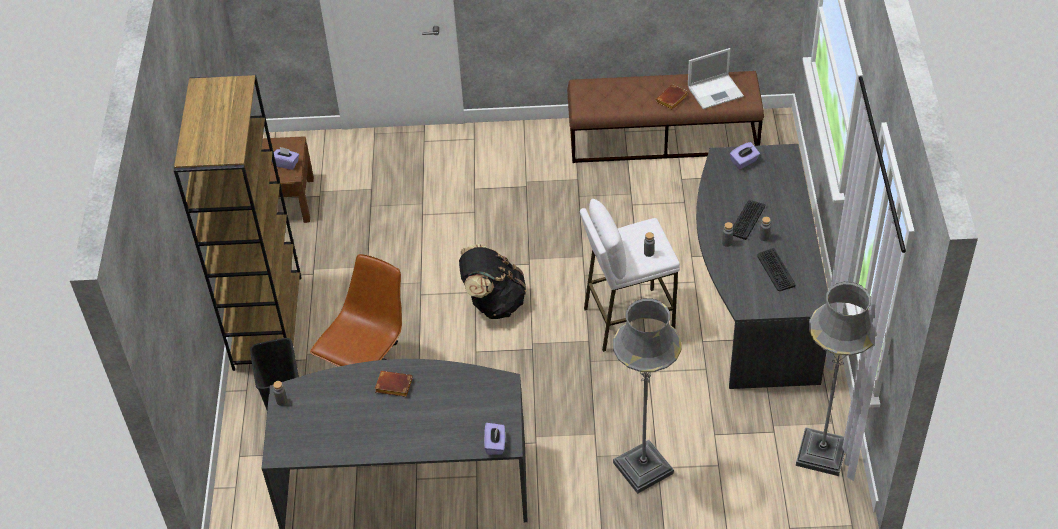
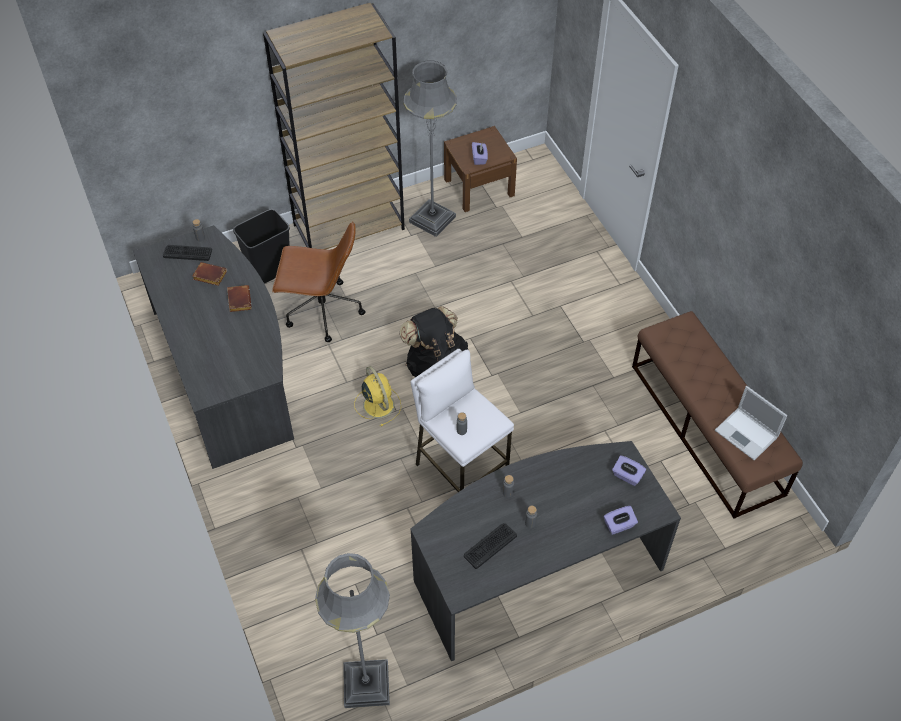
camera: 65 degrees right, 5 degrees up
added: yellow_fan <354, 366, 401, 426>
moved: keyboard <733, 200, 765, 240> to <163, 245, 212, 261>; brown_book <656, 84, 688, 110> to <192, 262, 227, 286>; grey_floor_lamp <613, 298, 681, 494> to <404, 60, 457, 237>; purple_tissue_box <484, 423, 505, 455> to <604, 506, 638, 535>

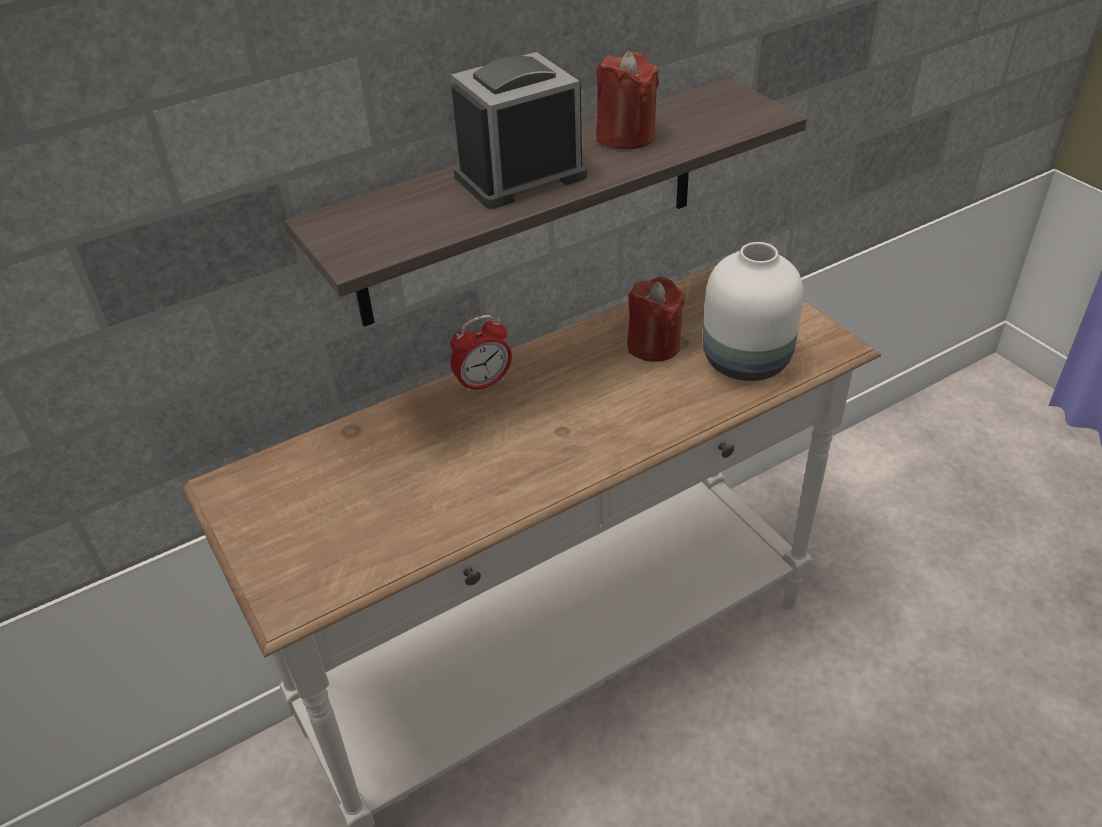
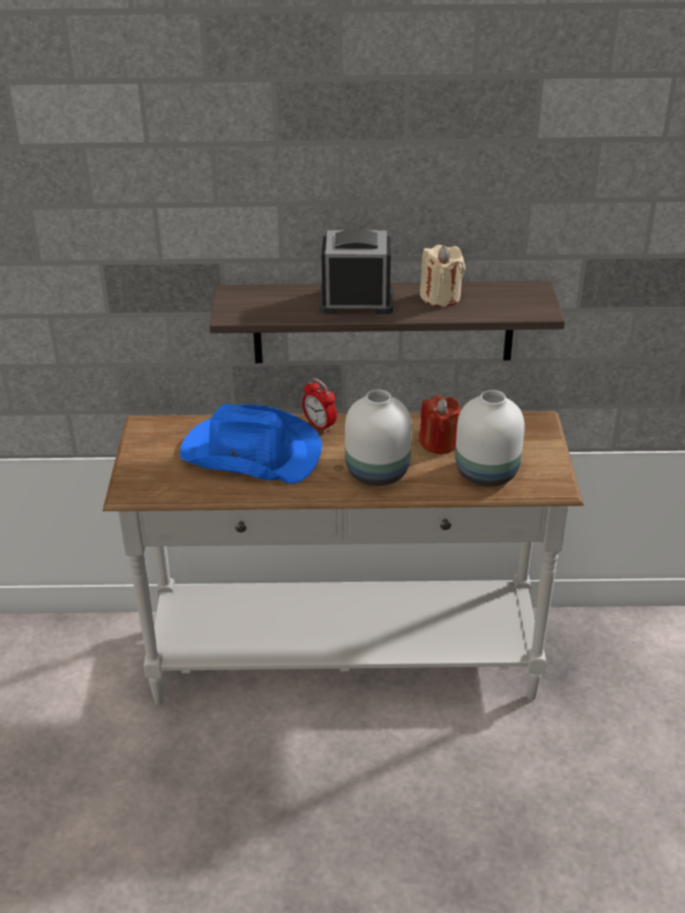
camera: 30 degrees right, 5 degrees down
added: blue_hat <180, 404, 322, 484>; white_vase <345, 389, 412, 486>
recoloured: red_candle <596, 51, 659, 149> to beige_candle <420, 245, 466, 307>
turned: alarm_clock <450, 315, 512, 394> = <302, 378, 337, 433> 45 degrees clockwise

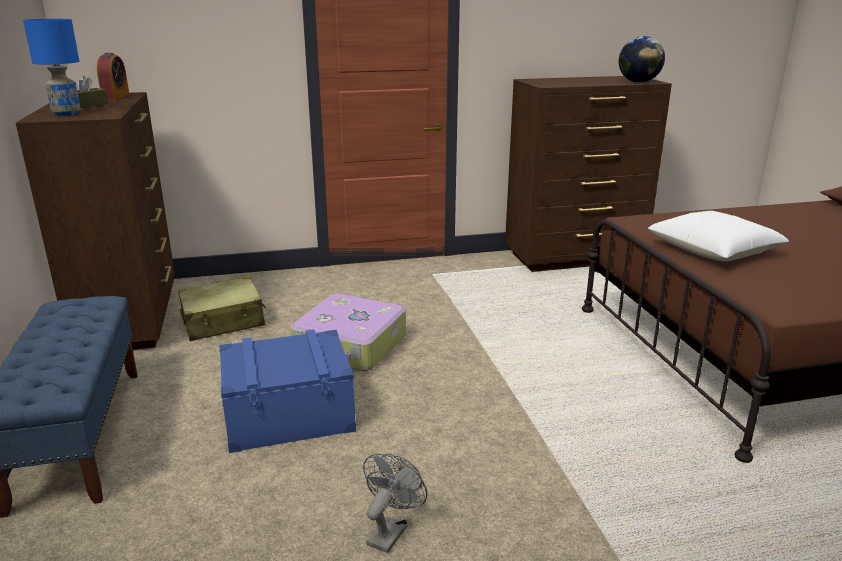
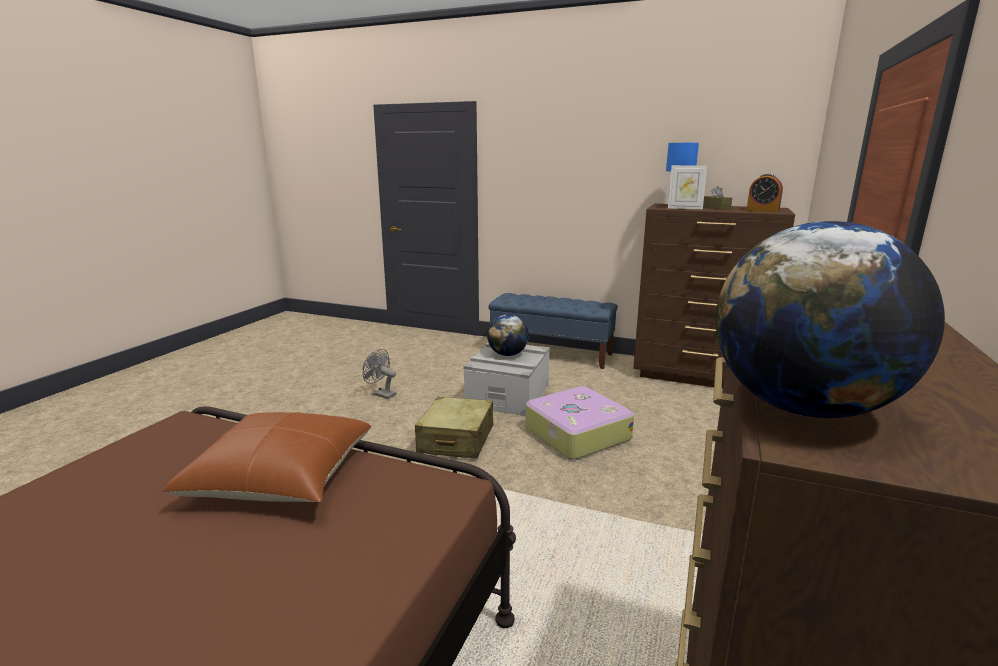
camera: 125 degrees right, 5 degrees down
added: globe <487, 314, 529, 356>; picture_frame <668, 165, 707, 209>
moved: beige_suitcase <178, 276, 266, 341> to <415, 397, 493, 459>
recoloured: white_pillow <648, 211, 789, 262> to brown_pillow <162, 412, 372, 502>; blue_storage_box <219, 329, 356, 453> to grey_storage_box <463, 343, 550, 416>
turned: grey_fan <363, 454, 427, 553> = <363, 349, 397, 399> 150 degrees clockwise

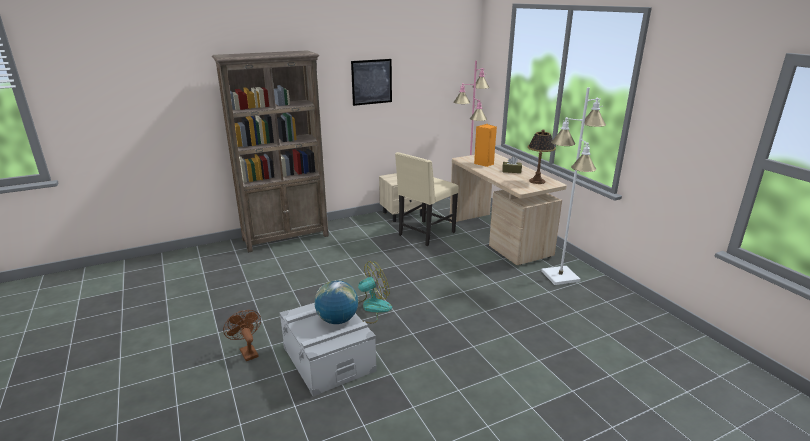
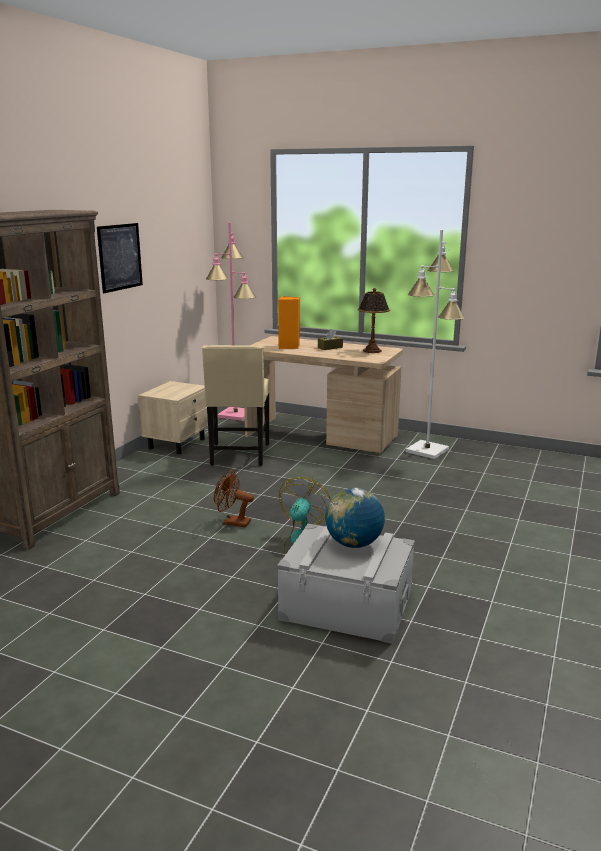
camera: 40 degrees left, 5 degrees down
moved: brown_fan <223, 310, 261, 361> to <214, 470, 254, 527>

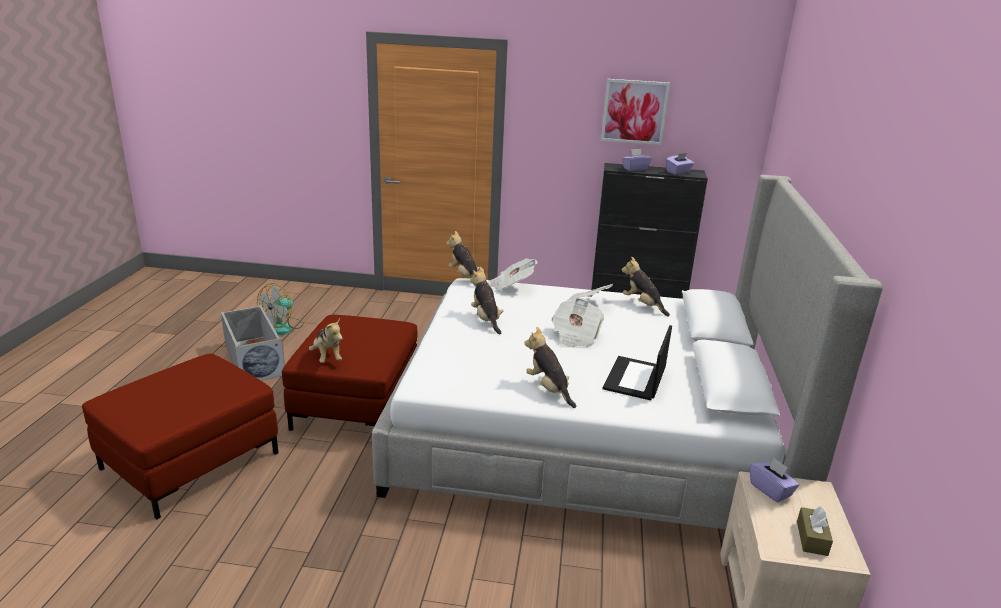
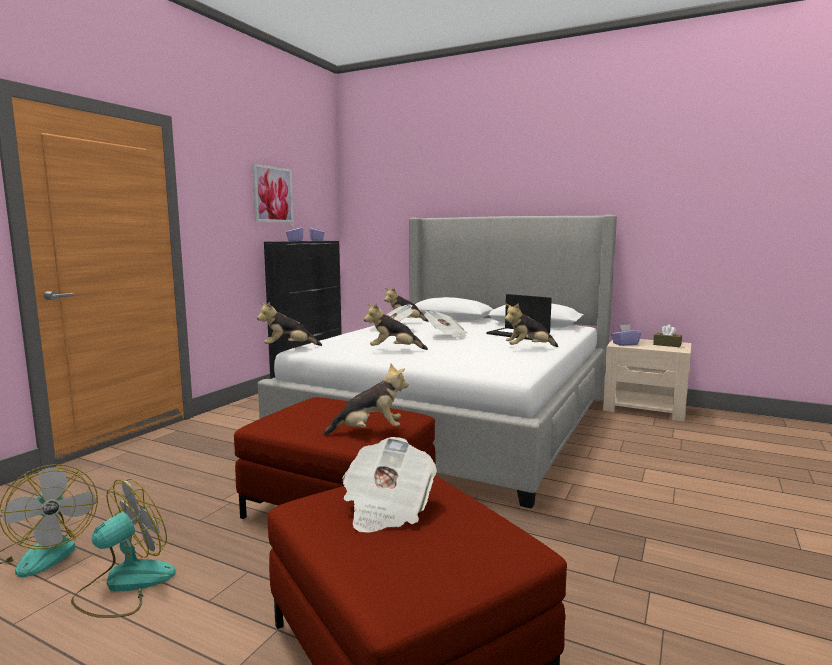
camera: 70 degrees left, 15 degrees down
moved: newspaper <488, 258, 538, 291> to <342, 437, 437, 532>
replaced: grey_storage_box <221, 305, 285, 381> to fan <71, 479, 176, 618>

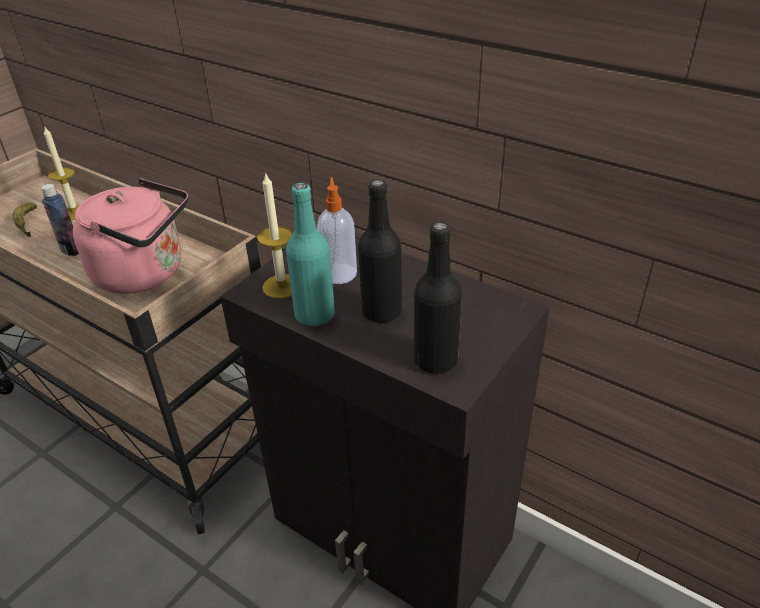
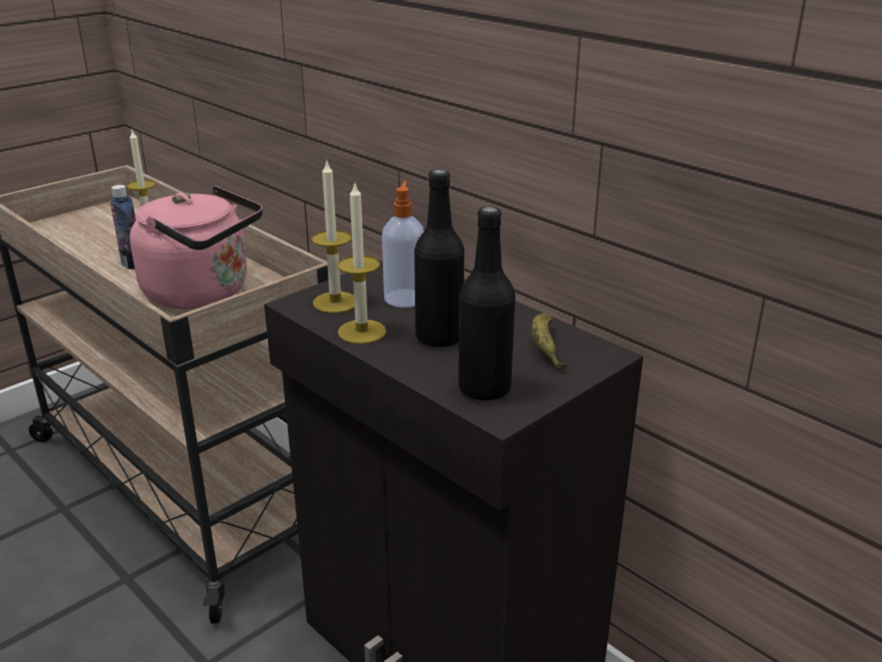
camera: 10 degrees right, 10 degrees down
moved: banana <13, 203, 37, 237> to <531, 313, 567, 372>
replaced: turquoise_bottle <286, 183, 335, 326> to candle <337, 181, 386, 344>

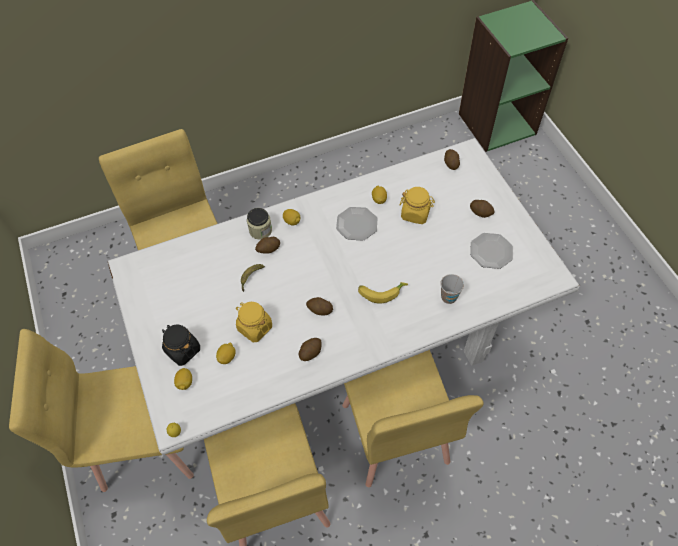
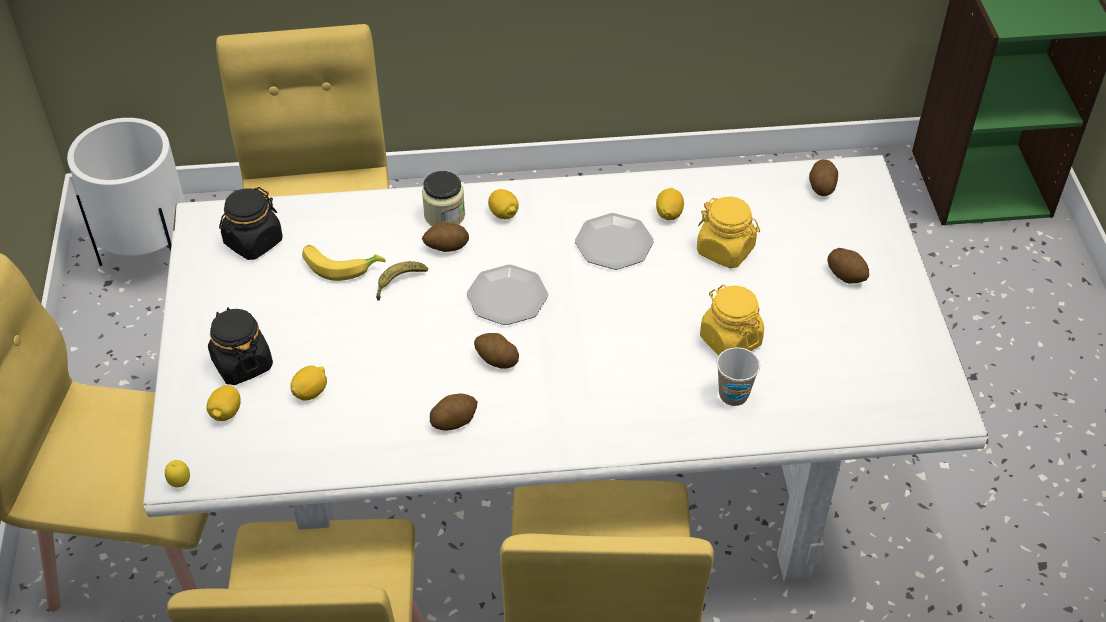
camera: 15 degrees right, 10 degrees down
added: white_planter <67, 118, 185, 266>; black_jar <219, 187, 283, 260>
moved: banana <358, 282, 408, 304> to <302, 245, 386, 281>; plate <470, 233, 513, 269> to <467, 265, 548, 325>; yellow_jar <236, 302, 272, 342> to <700, 285, 764, 355>

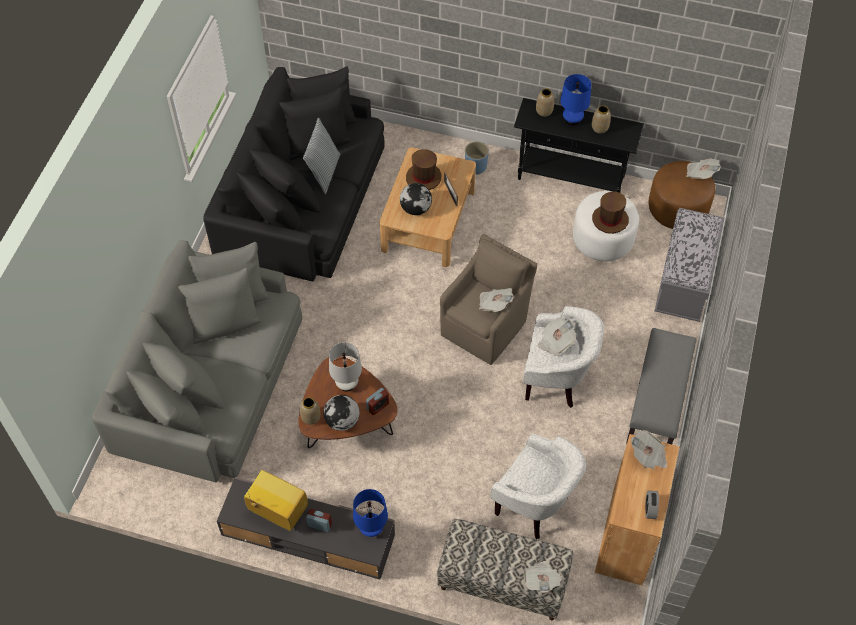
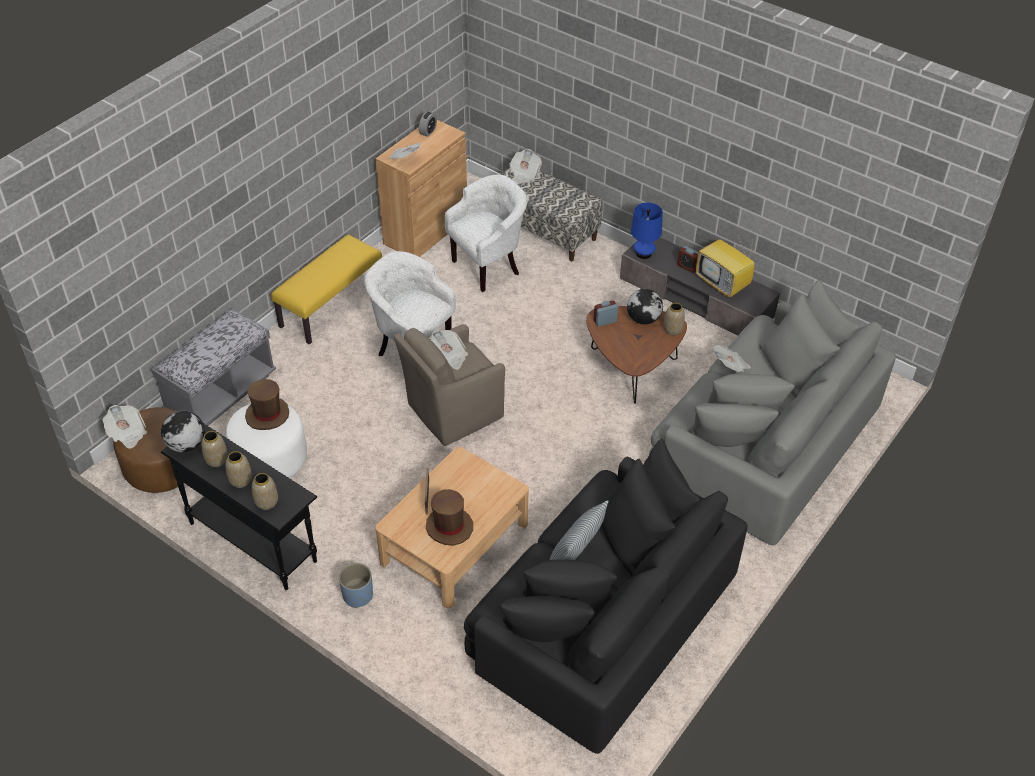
camera: 160 degrees left, 10 degrees down
removed: white_table_lamp <329, 342, 362, 391>
moved: globe <400, 183, 432, 215> to <161, 411, 205, 452>; newspaper <538, 317, 576, 356> to <713, 345, 751, 372>
replaced: blue_table_lamp <560, 74, 591, 125> to vase <225, 451, 252, 488>
recoloured: grey_bench <626, 328, 696, 444> to yellow_bench <271, 235, 382, 345>
turned: white_armchair <490, 434, 586, 539> = <445, 175, 528, 292> 90 degrees clockwise

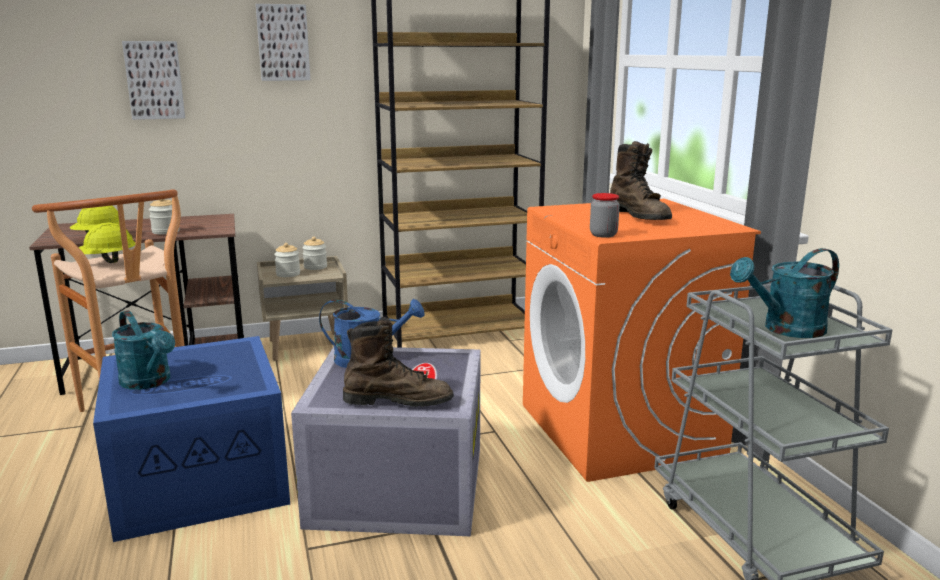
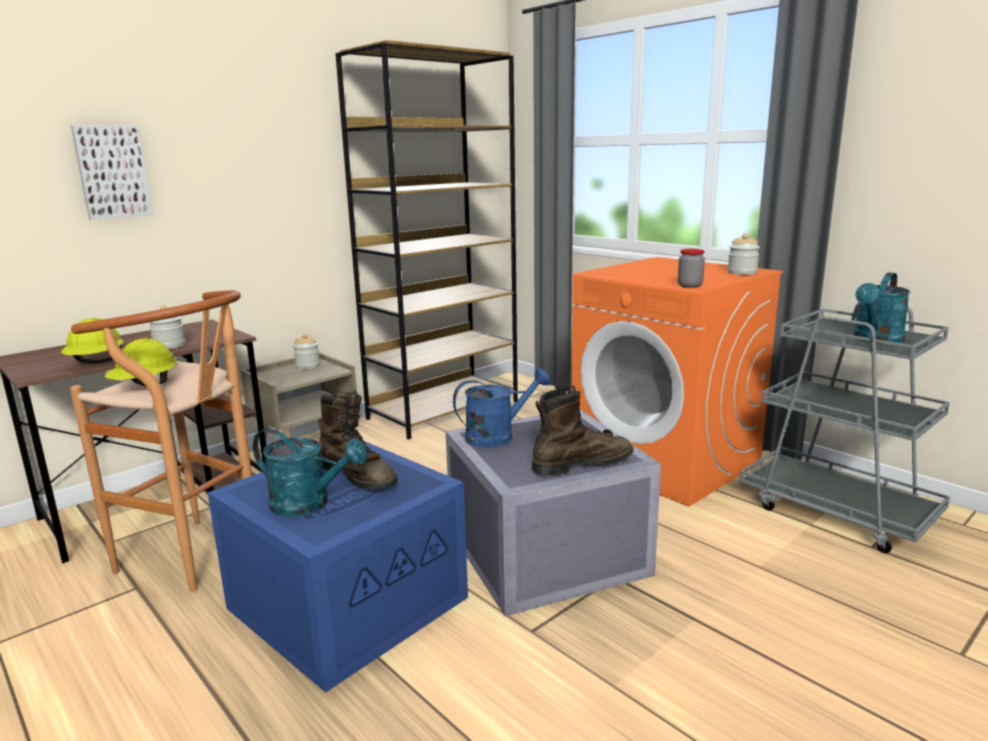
camera: 25 degrees left, 0 degrees up
removed: picture <255, 4, 310, 81>
moved: brown_boot <610, 141, 672, 220> to <319, 390, 397, 489>; jar <274, 243, 300, 277> to <728, 234, 760, 275>

